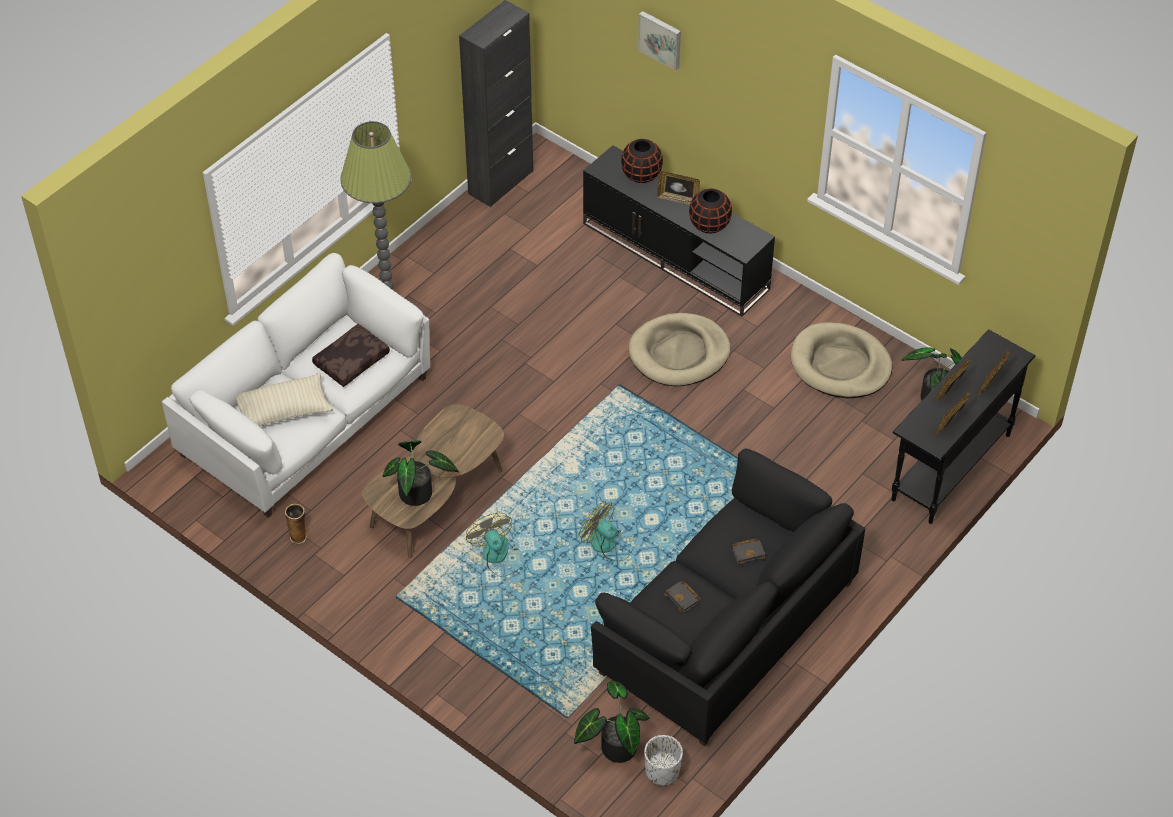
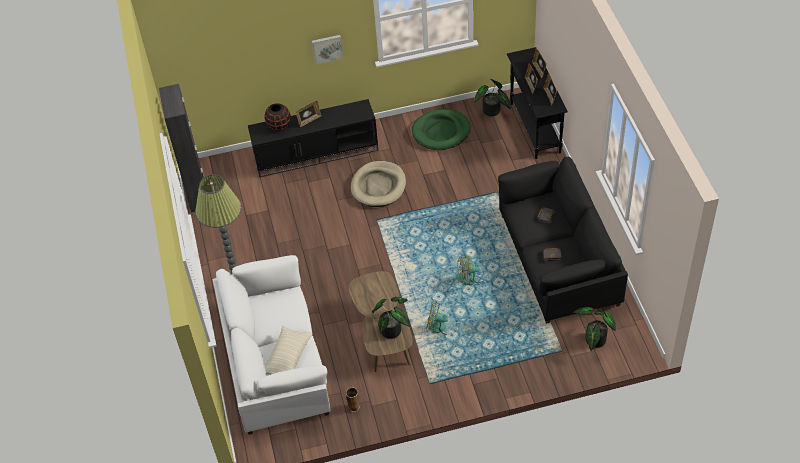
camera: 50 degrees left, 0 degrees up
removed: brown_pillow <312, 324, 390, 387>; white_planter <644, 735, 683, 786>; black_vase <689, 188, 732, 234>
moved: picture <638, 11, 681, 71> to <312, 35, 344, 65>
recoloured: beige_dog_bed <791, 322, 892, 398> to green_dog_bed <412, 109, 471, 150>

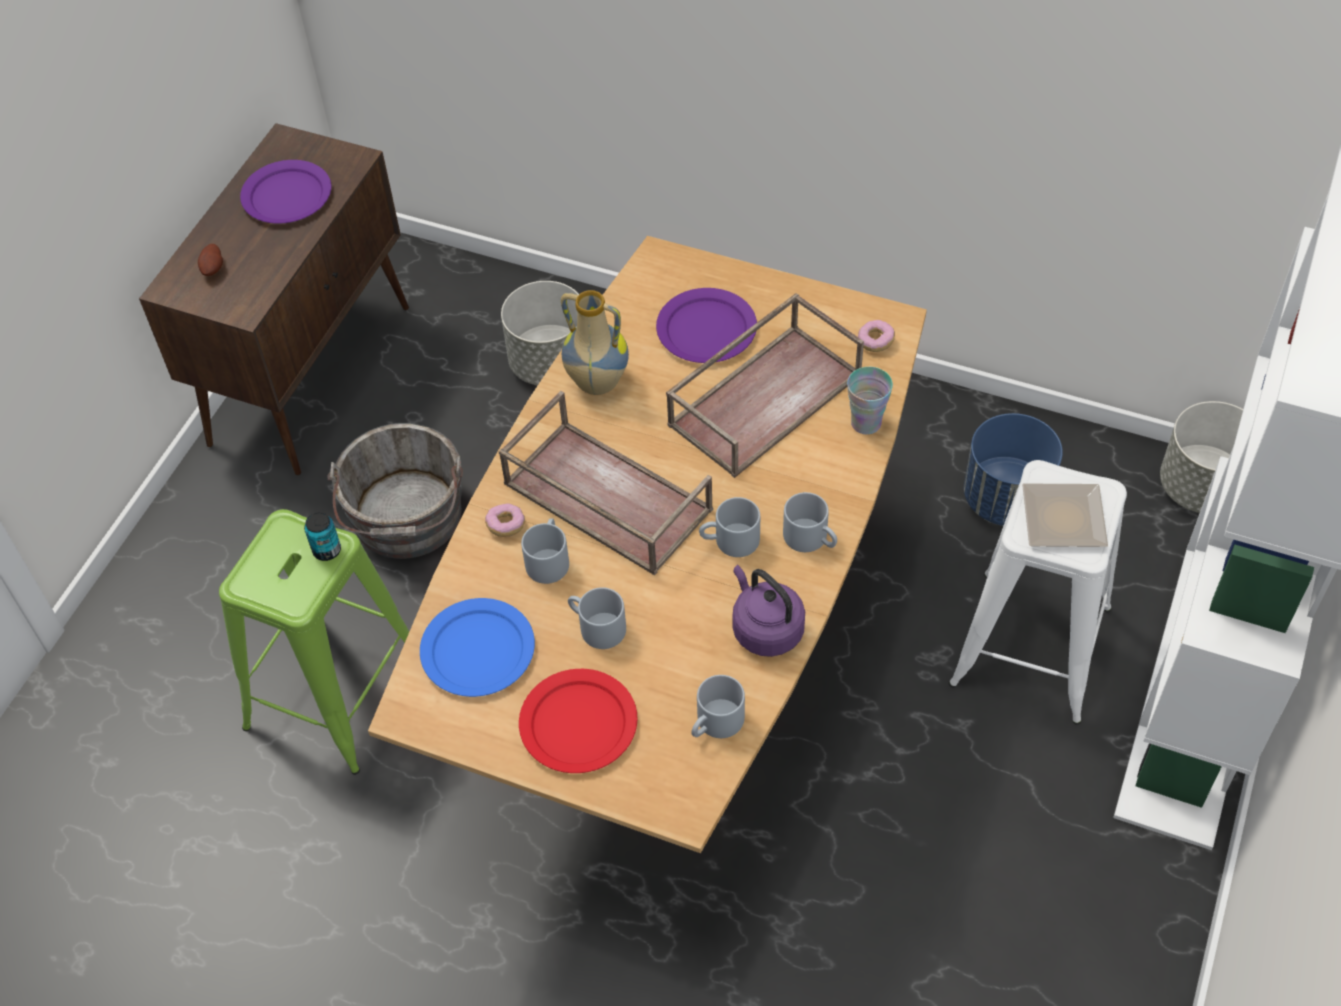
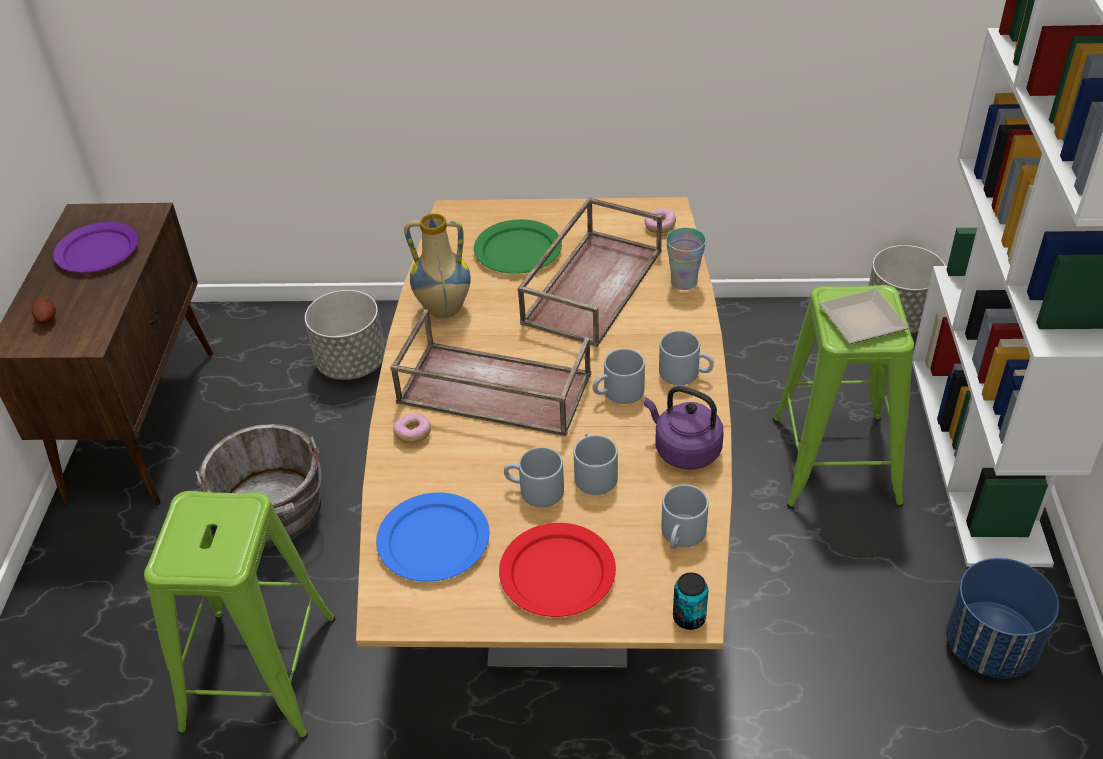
camera: 20 degrees left, 10 degrees down
moved: grey_mug <521, 518, 569, 584> to <574, 433, 618, 495>; can <304, 512, 341, 561> to <673, 572, 708, 630>; blue_planter <964, 413, 1063, 526> to <946, 558, 1059, 678>
recoloured: purple_plate <656, 288, 757, 363> to green_plate <474, 219, 562, 274>; white_stool <949, 460, 1127, 725> to green_stool <773, 285, 914, 508>

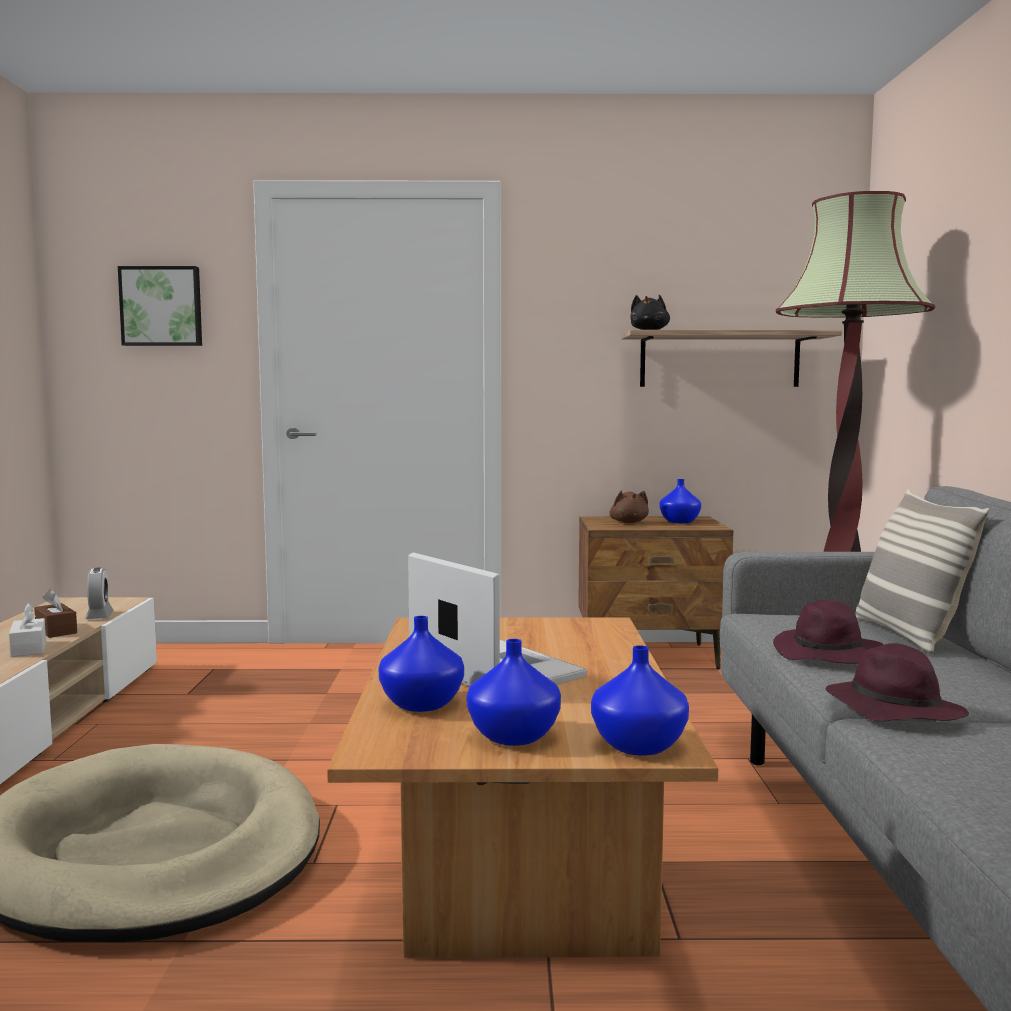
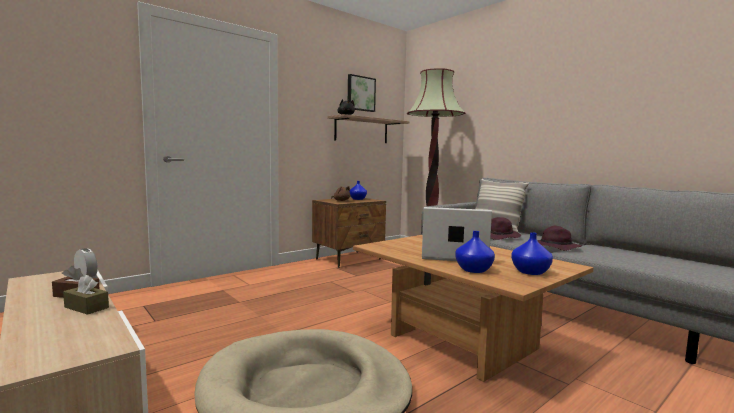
camera: 40 degrees left, 0 degrees up
removed: blue_vase <591, 645, 689, 756>
moved: picture <118, 266, 202, 346> to <348, 74, 376, 112>
recoloured: white_tissue_box <9, 603, 46, 657> to brown_tissue_box <63, 275, 109, 315>

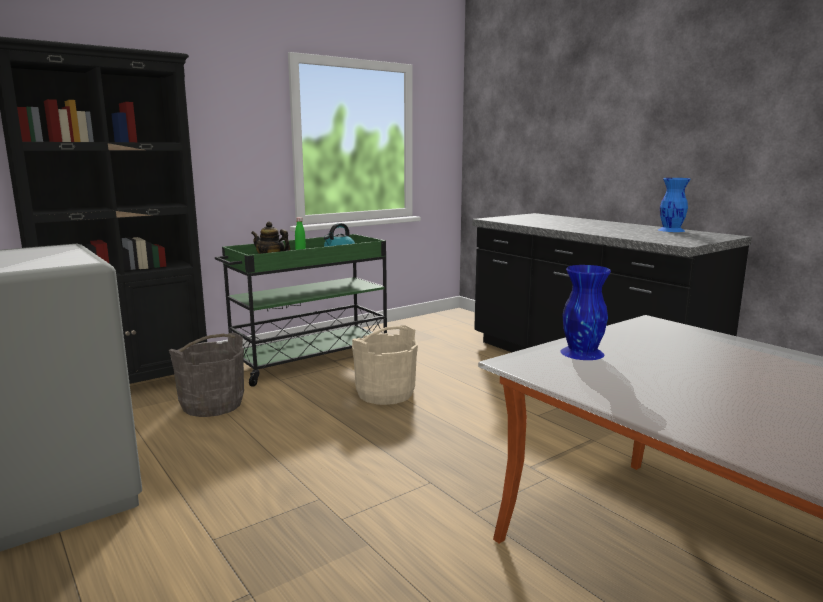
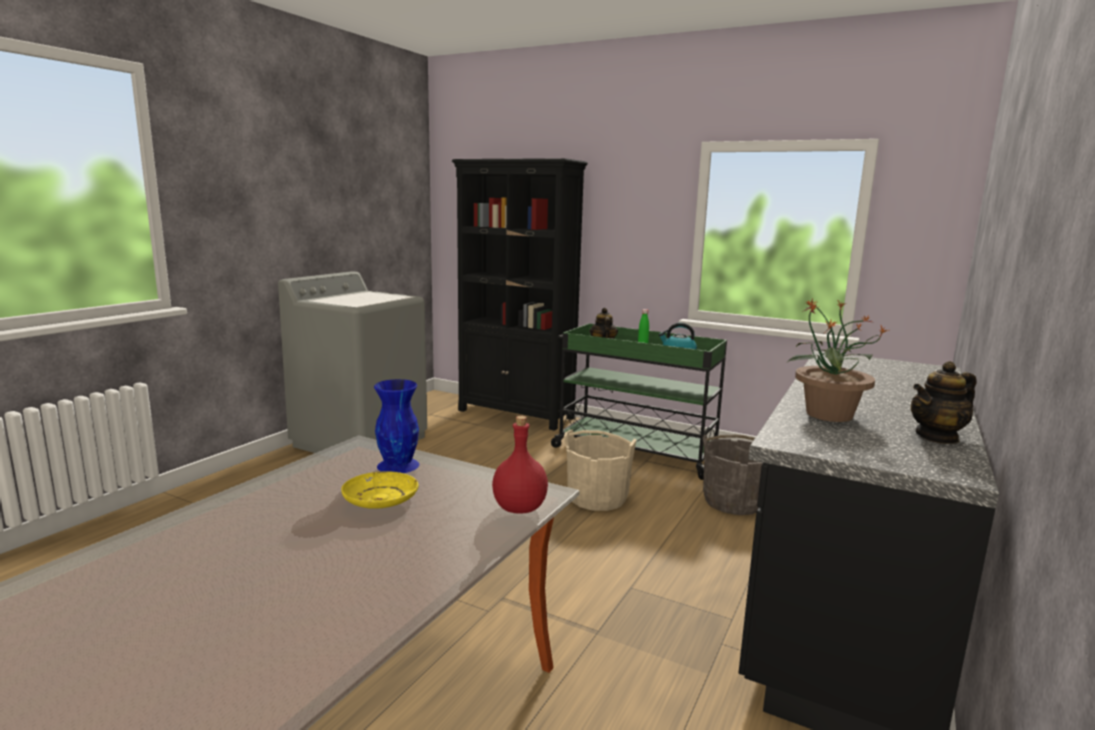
camera: 65 degrees right, 0 degrees up
added: yellow_plate <341, 471, 418, 509>; red_bottle <492, 416, 548, 514>; potted_plant <788, 299, 888, 422>
moved: grey_bucket <169, 333, 244, 417> to <703, 434, 763, 515>
replaced: blue_vase <658, 178, 691, 232> to teapot <911, 361, 977, 444>

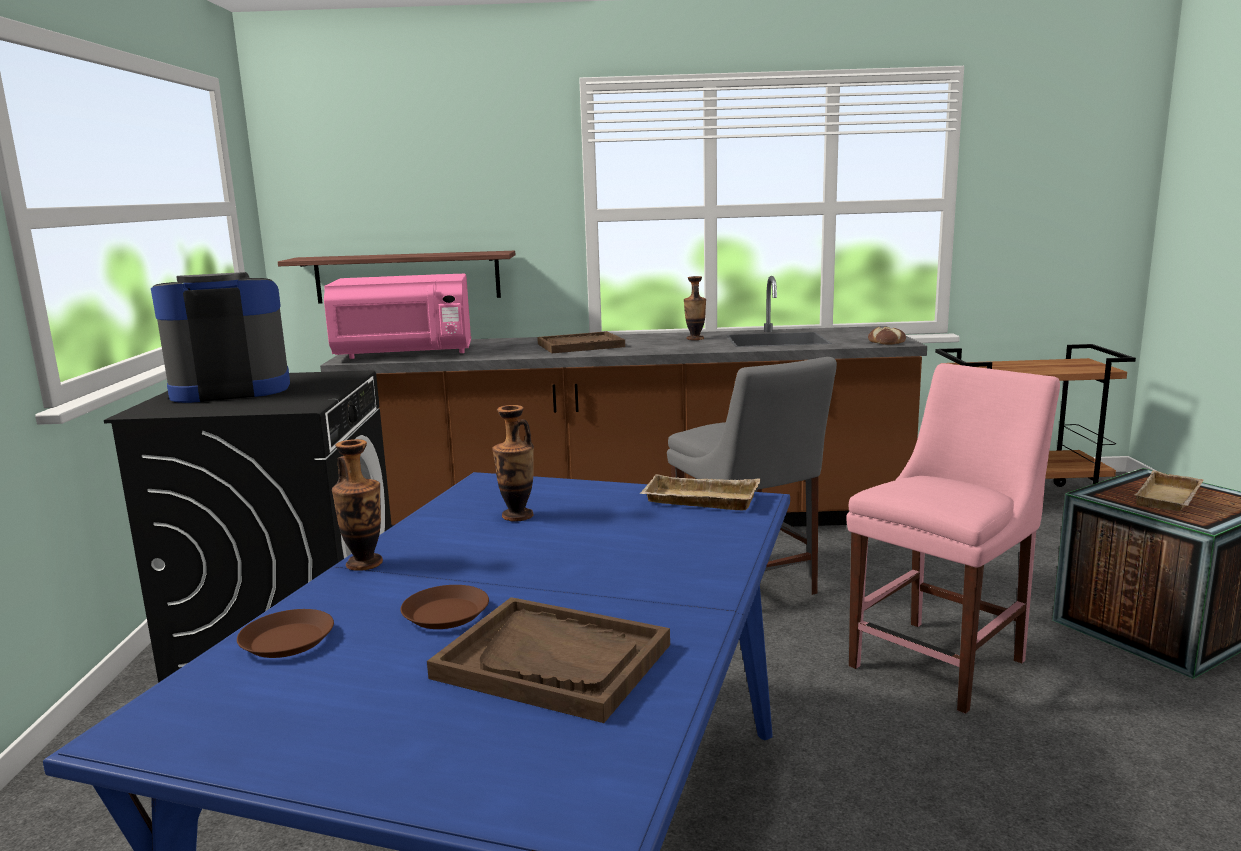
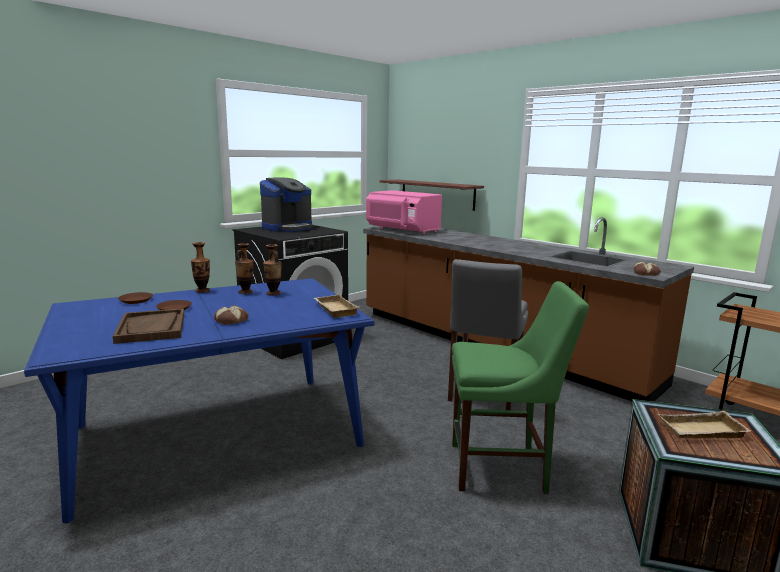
camera: 45 degrees right, 0 degrees up
removed: brown_tray <537, 331, 625, 353>
added: bread <214, 305, 249, 325>
moved: vase <684, 276, 706, 340> to <235, 243, 254, 294>
recoloured: pink_chair <846, 363, 1060, 714> to green_chair <452, 281, 589, 494>
turned: coffee_machine <151, 272, 290, 403> = <260, 178, 313, 232> 105 degrees clockwise

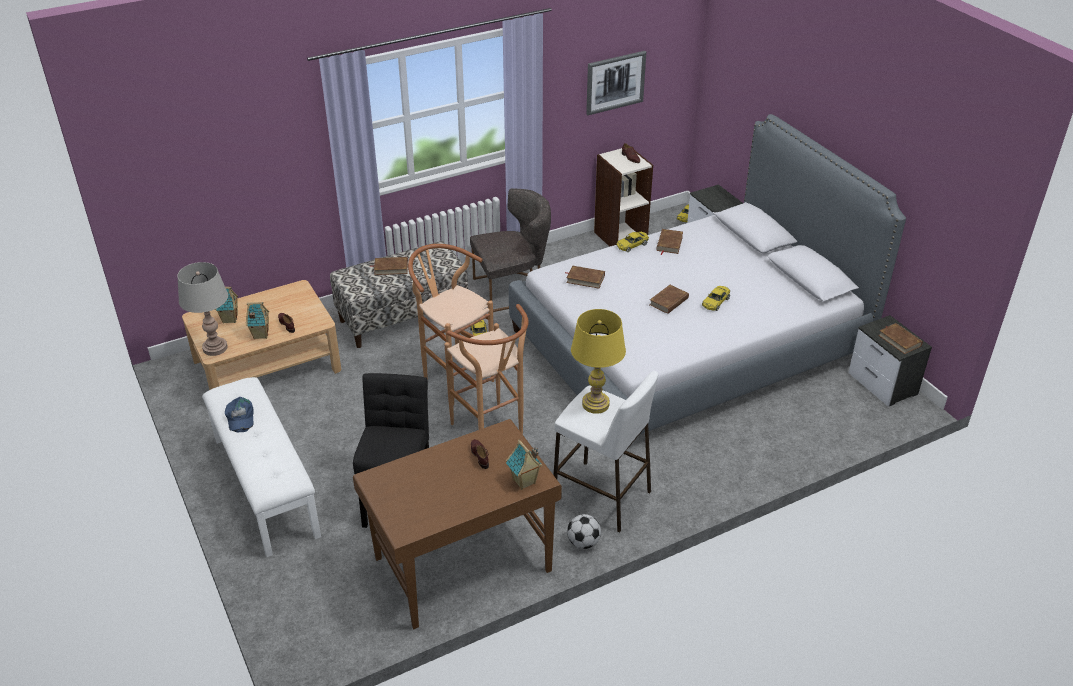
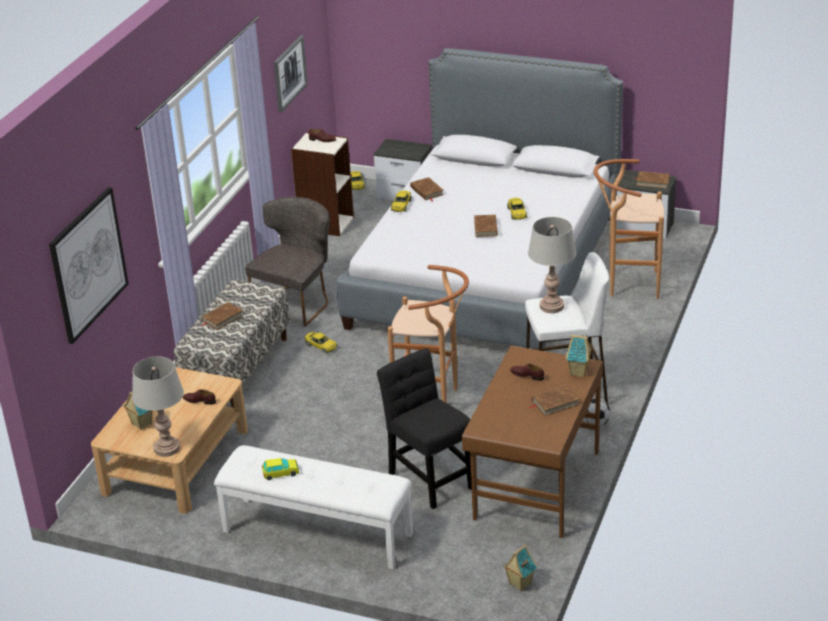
camera: 40 degrees left, 5 degrees down
added: picture <49, 187, 129, 344>
moved: toy_house <246, 302, 269, 339> to <503, 544, 537, 591>; brown_book <565, 266, 605, 289> to <529, 386, 580, 416>; brown_stool <408, 244, 494, 406> to <594, 159, 664, 299>
replaced: blue_cap <225, 397, 254, 432> to toy_car <262, 458, 299, 480>
recoloured: yellow_table_lamp <571, 309, 626, 414> to grey_table_lamp <528, 217, 577, 313>

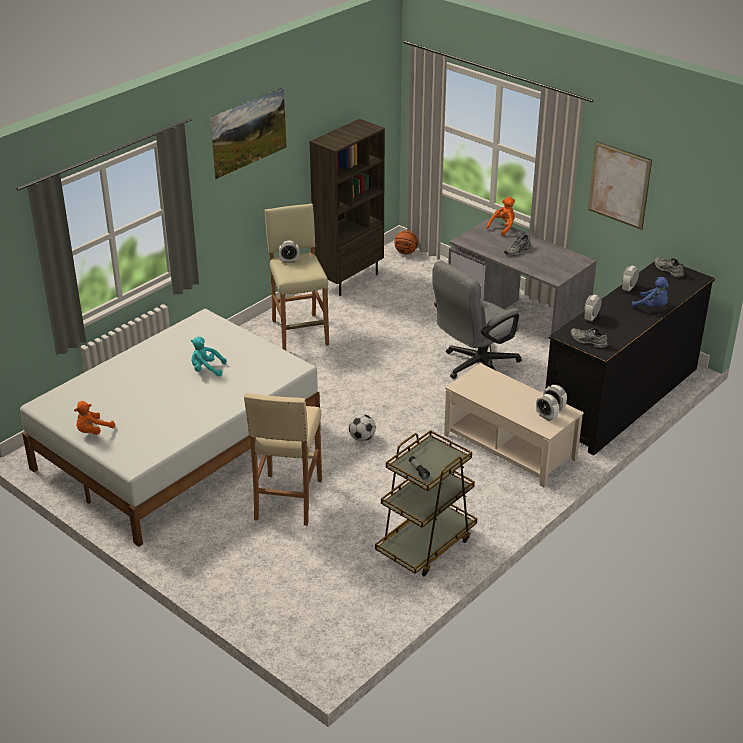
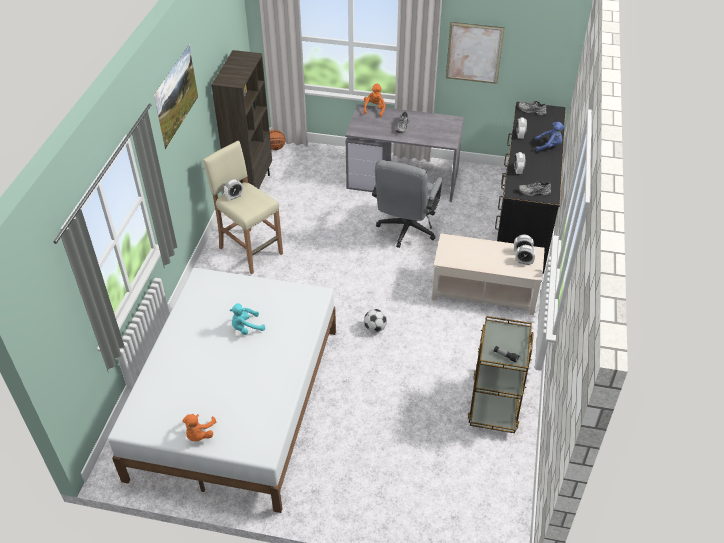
camera: 30 degrees left, 10 degrees up
removed: beige_stool <244, 393, 322, 526>

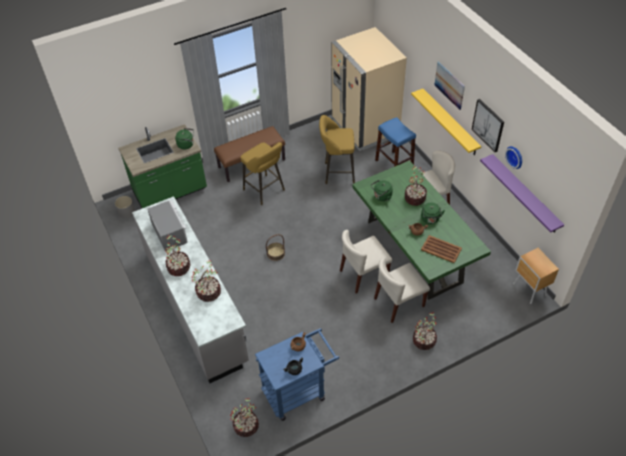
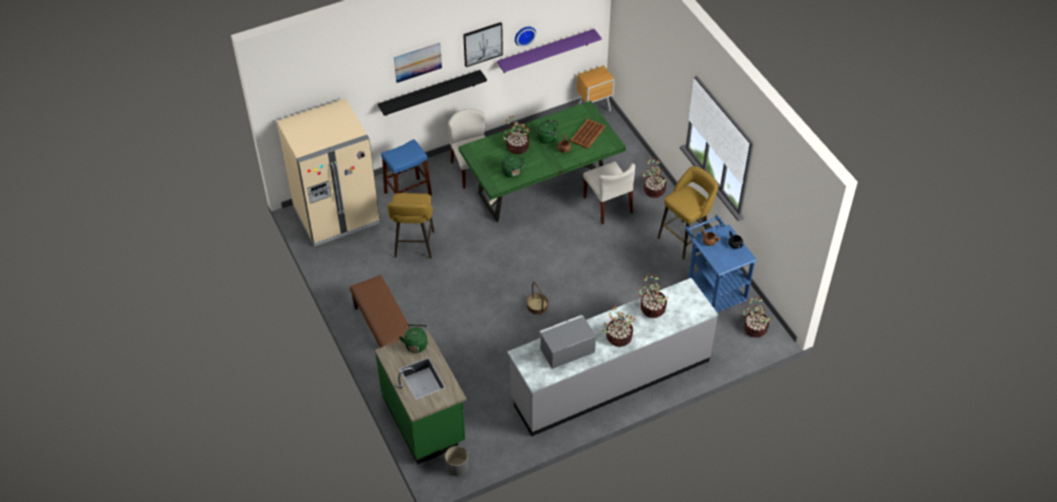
camera: 90 degrees left, 0 degrees up
removed: beige_chair <340, 230, 392, 294>
moved: yellow_stool <241, 142, 285, 205> to <658, 166, 718, 260>
recoloured: yellow_shelf <411, 89, 481, 155> to black_shelf <378, 70, 487, 116>

